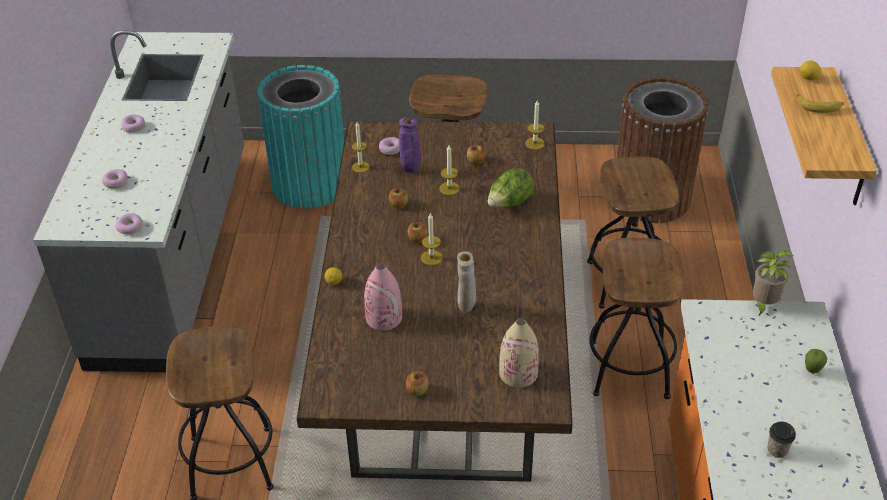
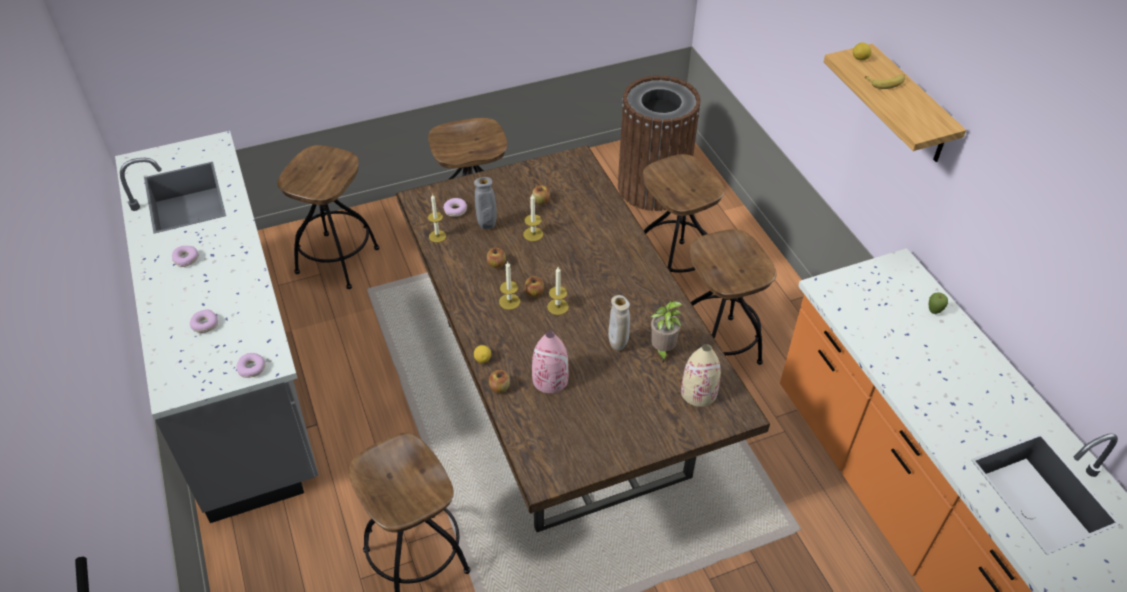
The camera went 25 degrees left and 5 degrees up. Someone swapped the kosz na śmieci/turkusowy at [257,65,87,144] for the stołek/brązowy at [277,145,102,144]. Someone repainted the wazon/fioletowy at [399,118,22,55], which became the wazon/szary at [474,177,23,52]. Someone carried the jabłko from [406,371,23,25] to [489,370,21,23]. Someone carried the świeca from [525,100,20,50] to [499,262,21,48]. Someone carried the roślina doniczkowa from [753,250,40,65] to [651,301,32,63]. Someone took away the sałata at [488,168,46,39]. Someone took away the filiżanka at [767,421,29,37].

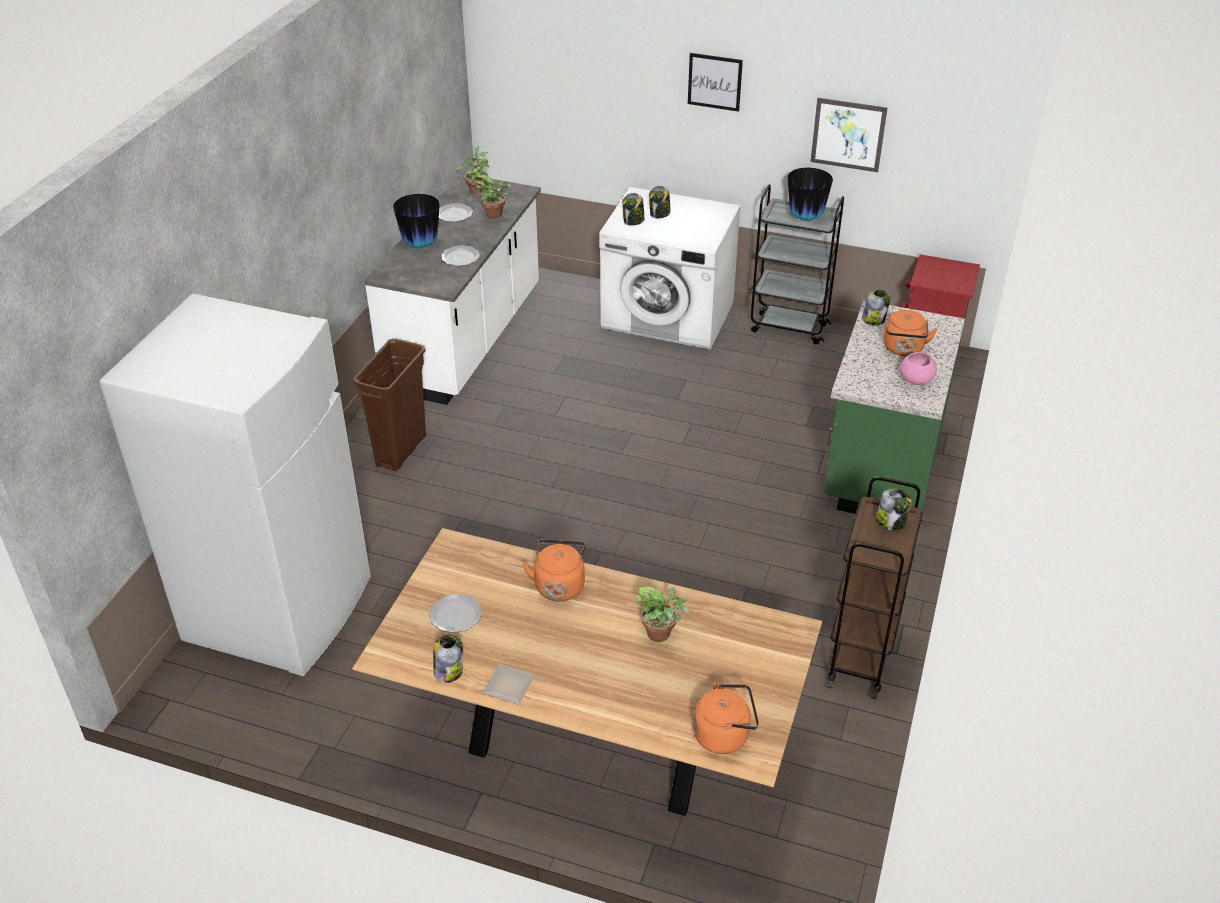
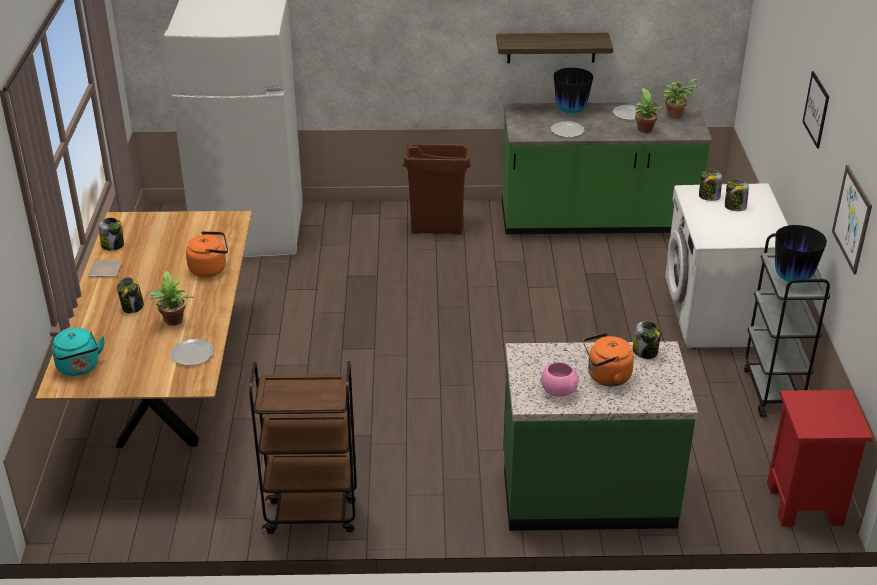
The camera went 70 degrees right and 5 degrees down. Someone repainted the czajnik/pomarańczowy at [693,682,66,72], which became the czajnik/turkusowy at [52,328,53,48]. Someone carried the słoik from [876,489,35,41] to [117,277,27,37]. Someone carried the talerz from [429,594,53,39] to [170,339,44,27]. Someone put up the półka at [496,33,117,30]. Someone repainted the zabudowa kuchenna/biały at [364,174,177,231], which became the zabudowa kuchenna/zielony at [502,102,210,132].

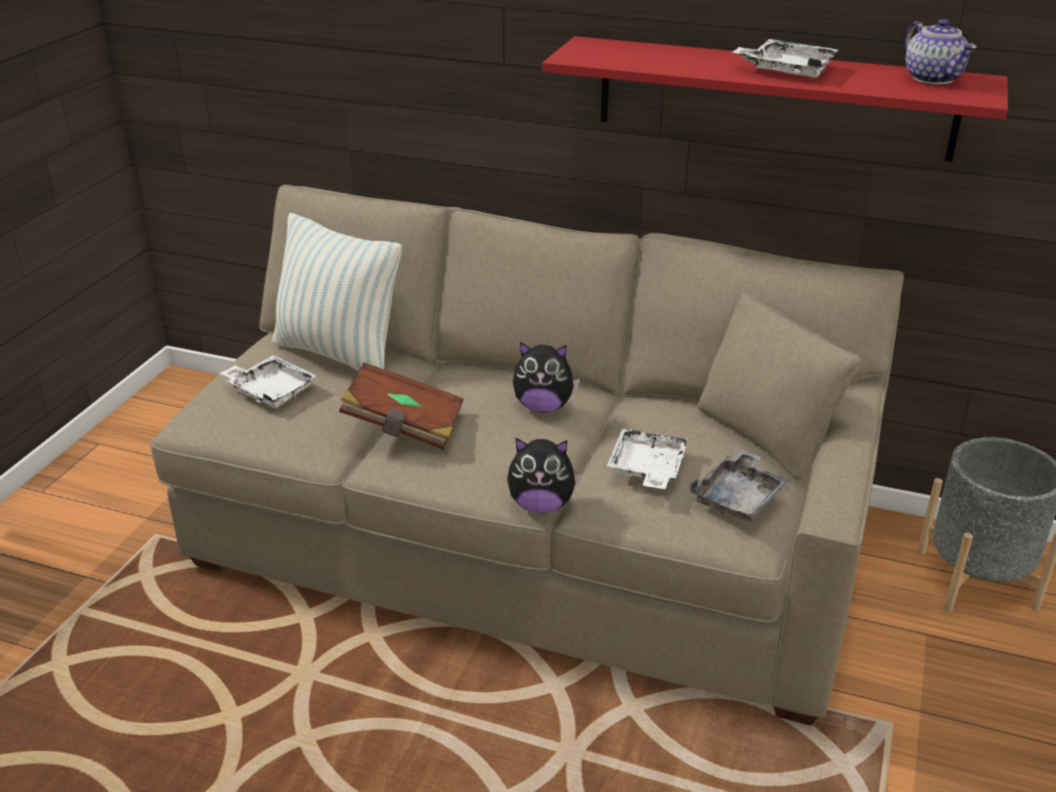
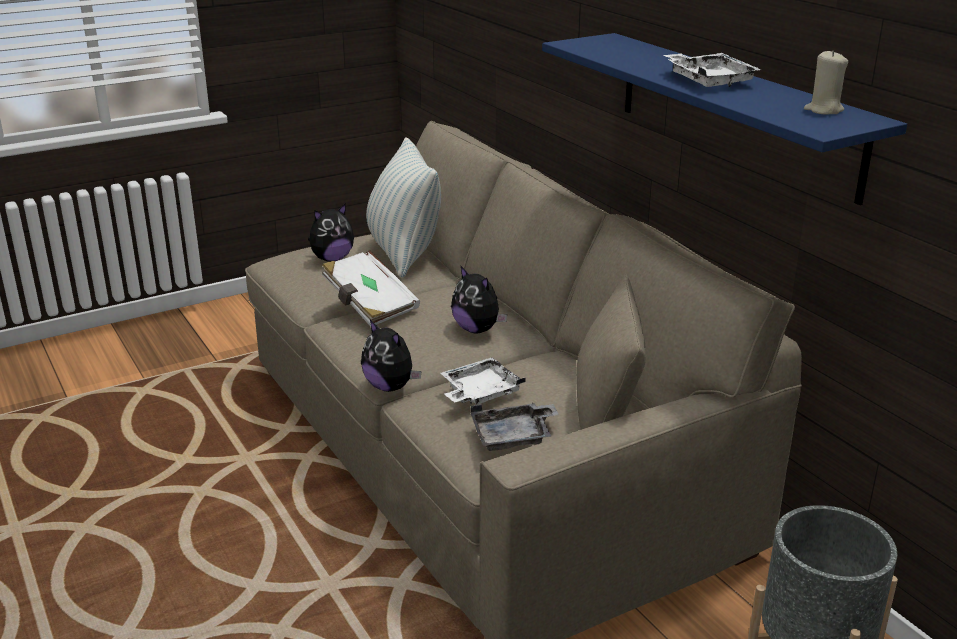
The camera went 40 degrees right and 5 degrees down. Someone swapped the taca/biały at [220,355,97,53] for the pluszak at [308,203,46,59]. Someone repainted the książka/brązowy at [339,362,125,88], which became the książka/biały at [322,250,98,77]. Someone repainted the półka/czerwony at [542,36,466,126], which became the półka/niebieski at [542,33,365,172]. Someone swapped the imbryk at [905,19,71,66] for the świeca/beżowy at [804,50,44,65].

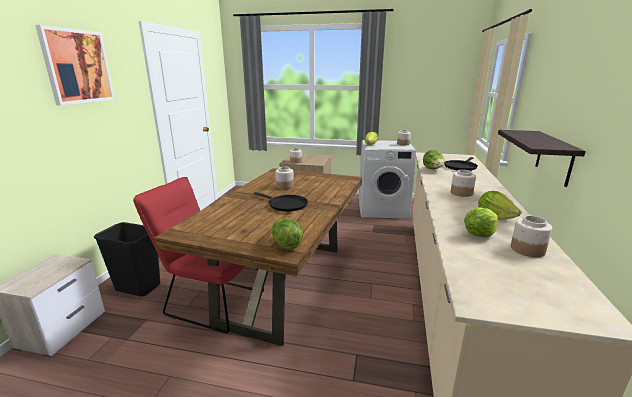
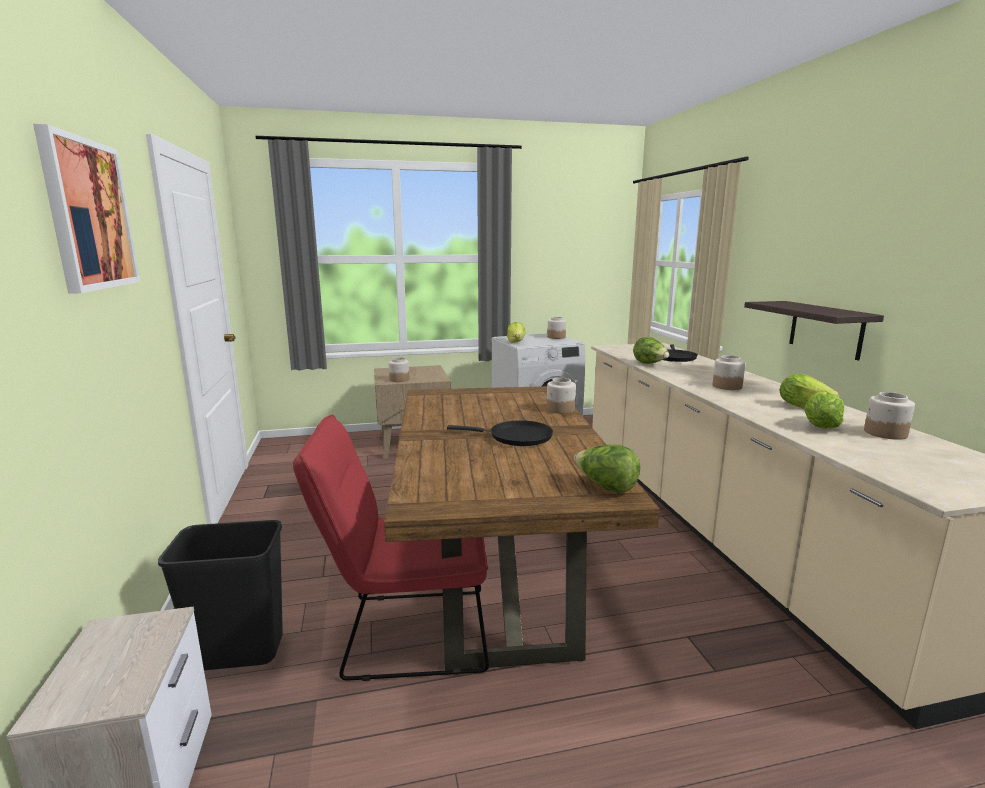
The camera went 25 degrees left and 5 degrees down. Someone carried the słoik from [275,167,19,22] to [547,378,29,36].

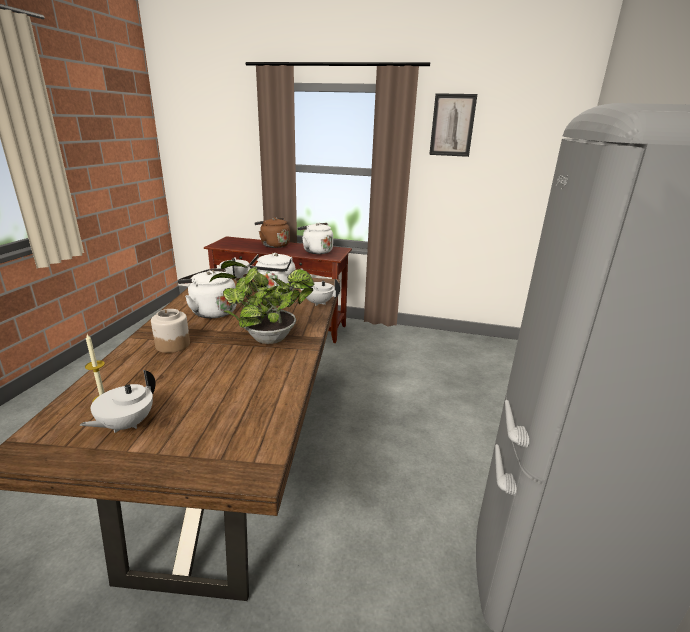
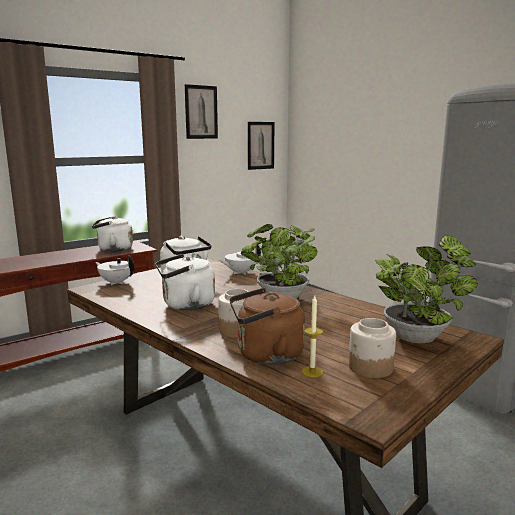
The camera went 50 degrees left and 10 degrees down. Someone carried the czajnik/brązowy from [255,217,35,31] to [230,288,75,77]. Someone put up the obraz at [248,122,26,48]. Someone swapped the imbryk/biały at [80,370,75,63] for the słoik at [349,318,47,60]. Someone put down the roślina doniczkowa at [375,235,103,108].

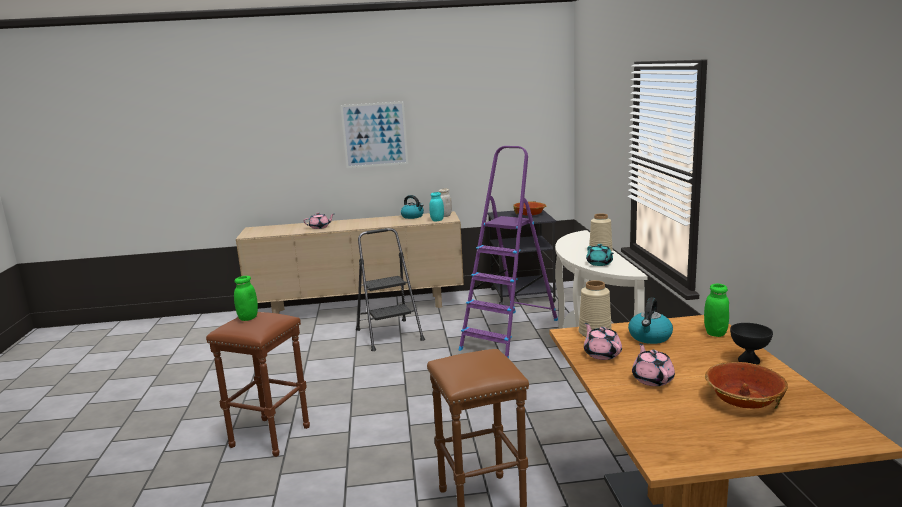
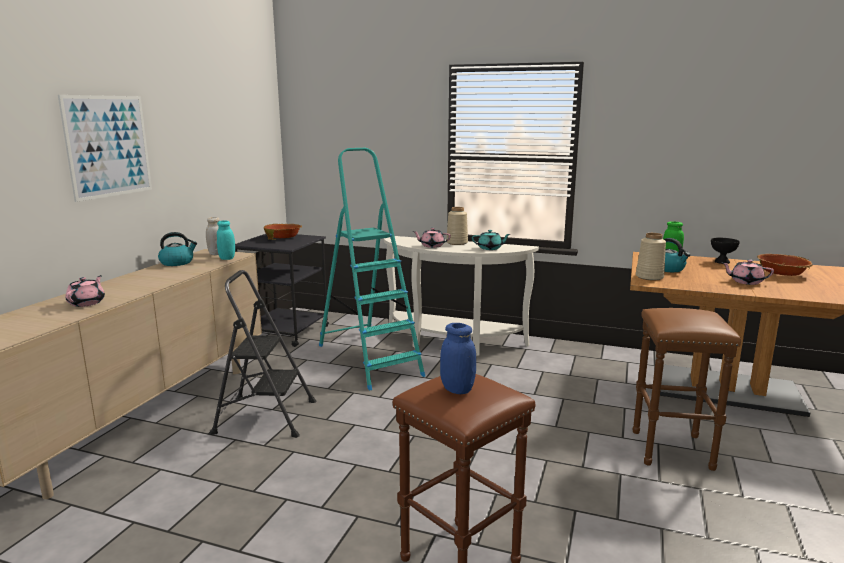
The camera went 65 degrees left and 0 degrees up. Someone repainted the drabinka/fioletowy at [459,146,99,213], which became the drabinka/turkusowy at [319,148,106,242]. Someone carried the imbryk/różowy from [584,323,38,37] to [412,228,39,20]. Someone repainted the słoik/zielony at [234,276,24,45], which became the słoik/niebieski at [440,323,36,71].

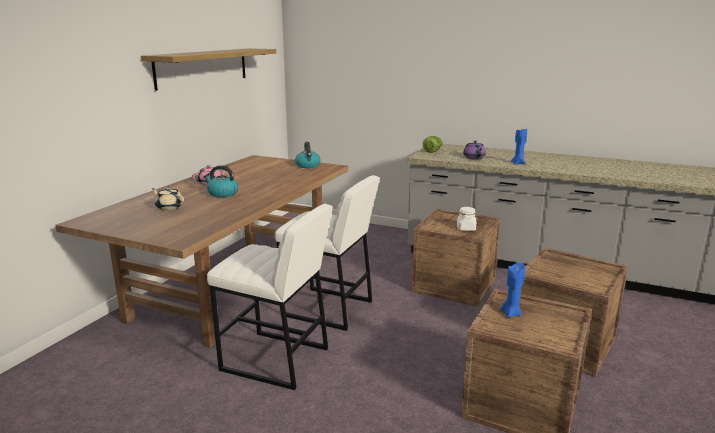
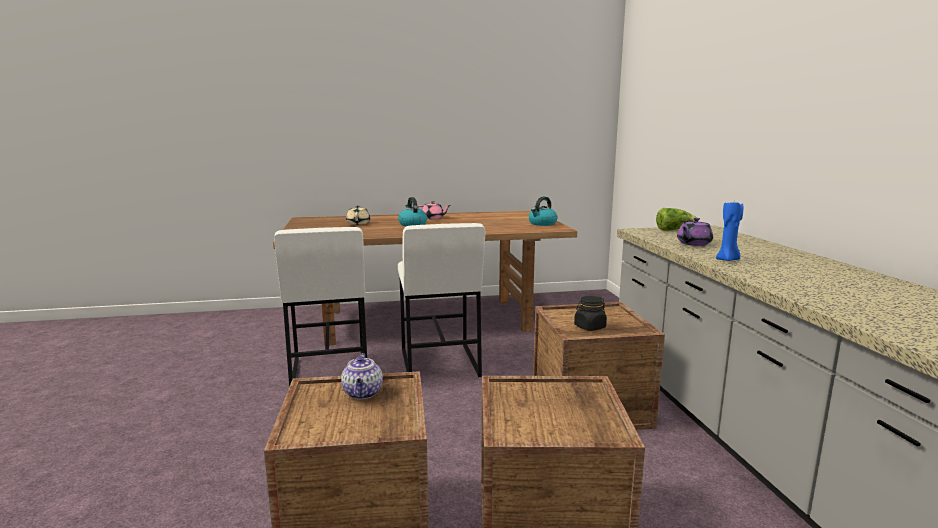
The camera went 55 degrees right and 5 degrees down. Someone swapped the świeca/niebieski at [500,262,25,56] for the imbryk at [341,353,42,46]. Someone repainted the słoik/biały at [457,207,19,24], which became the słoik/czarny at [574,296,33,35]. Someone took away the półka at [141,48,135,43].

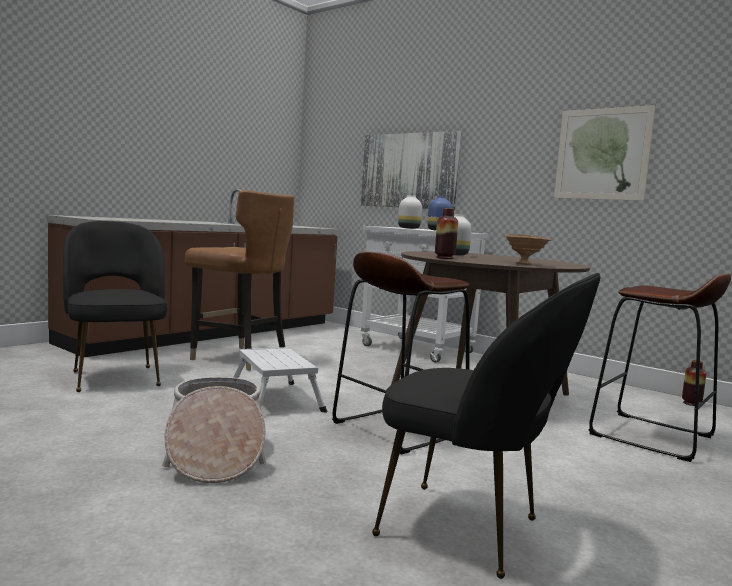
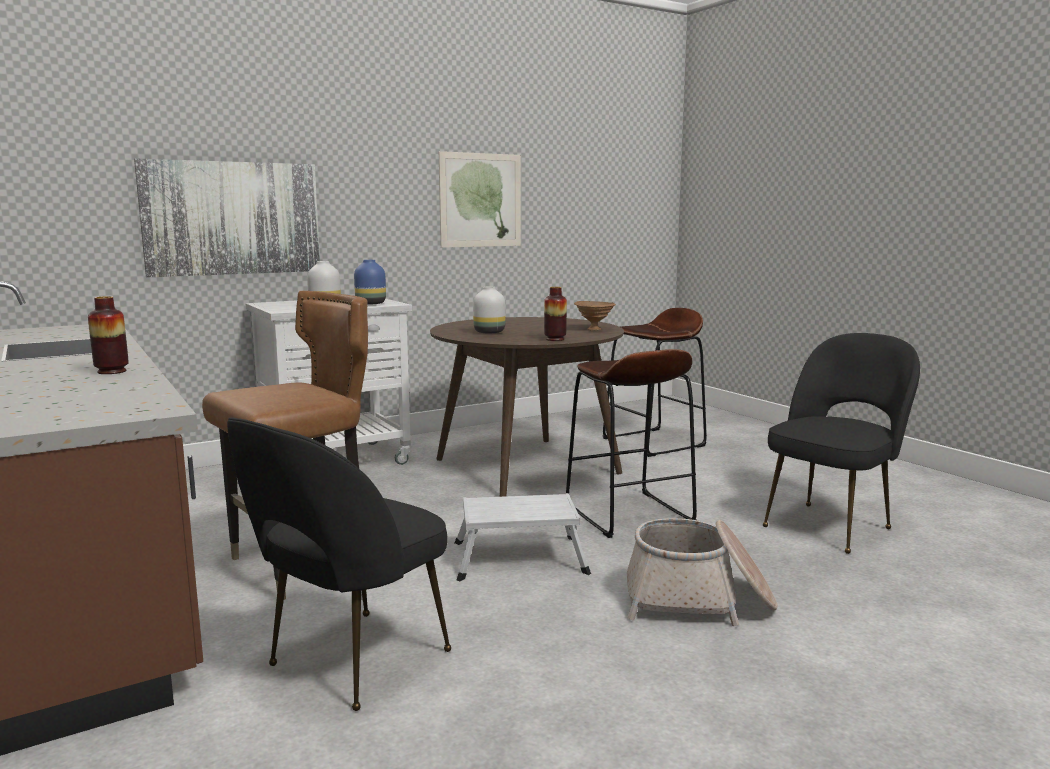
The camera went 70 degrees left and 5 degrees up. Someone carried the wazon from [682,360,25,46] to [88,296,41,78]. Someone rotated the krzesło/czarny at [63,221,104,171] by 45 degrees counterclockwise.

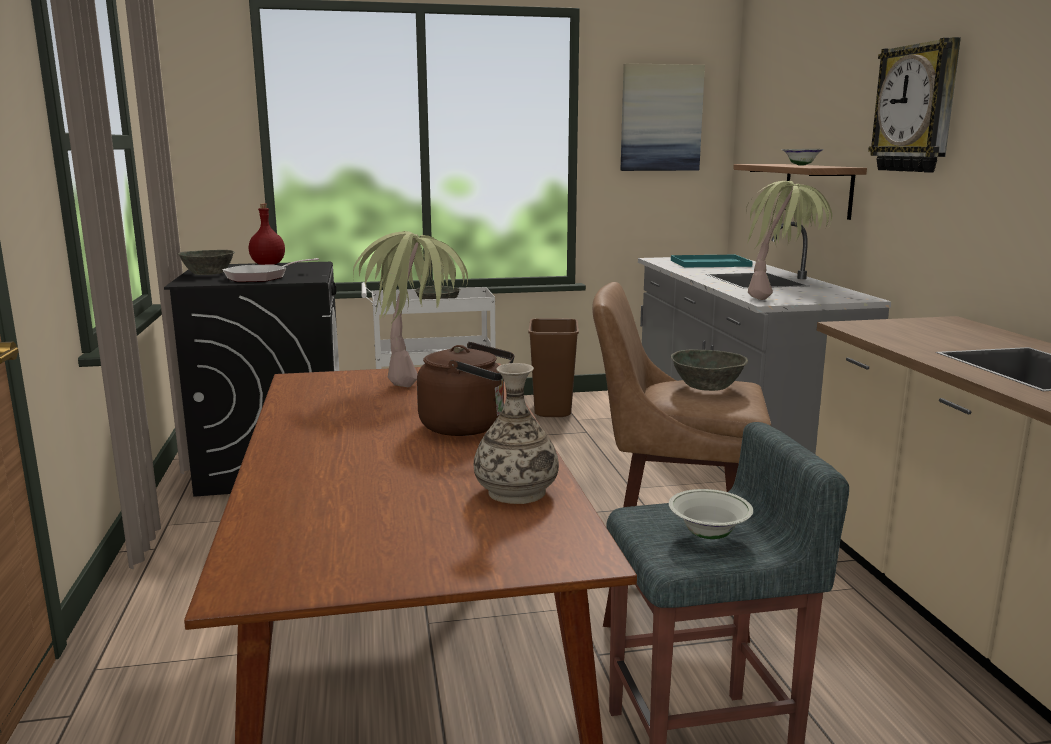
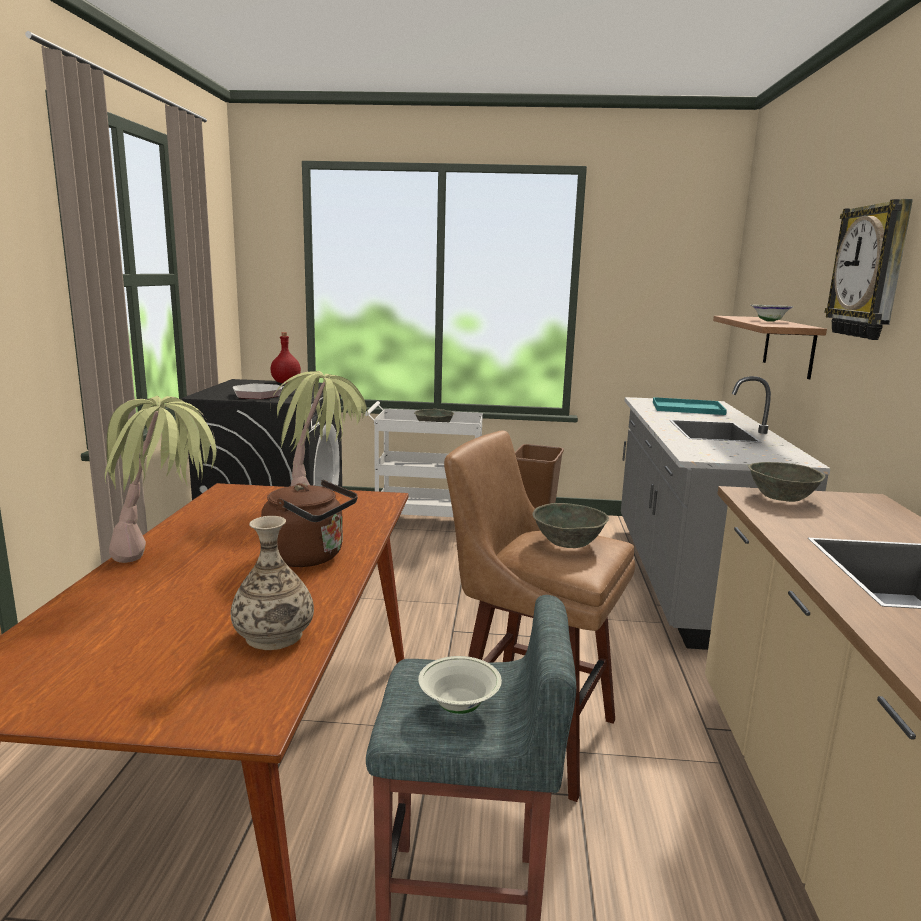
The camera went 15 degrees right and 0 degrees up. Someone carried the roślina doniczkowa from [746,181,86,119] to [105,396,111,167]. Someone carried the miska/szary from [178,250,57,25] to [748,462,78,40]. Someone took away the obraz at [620,63,85,108].

